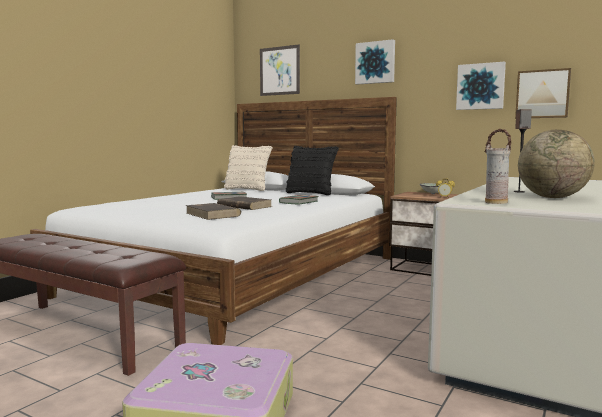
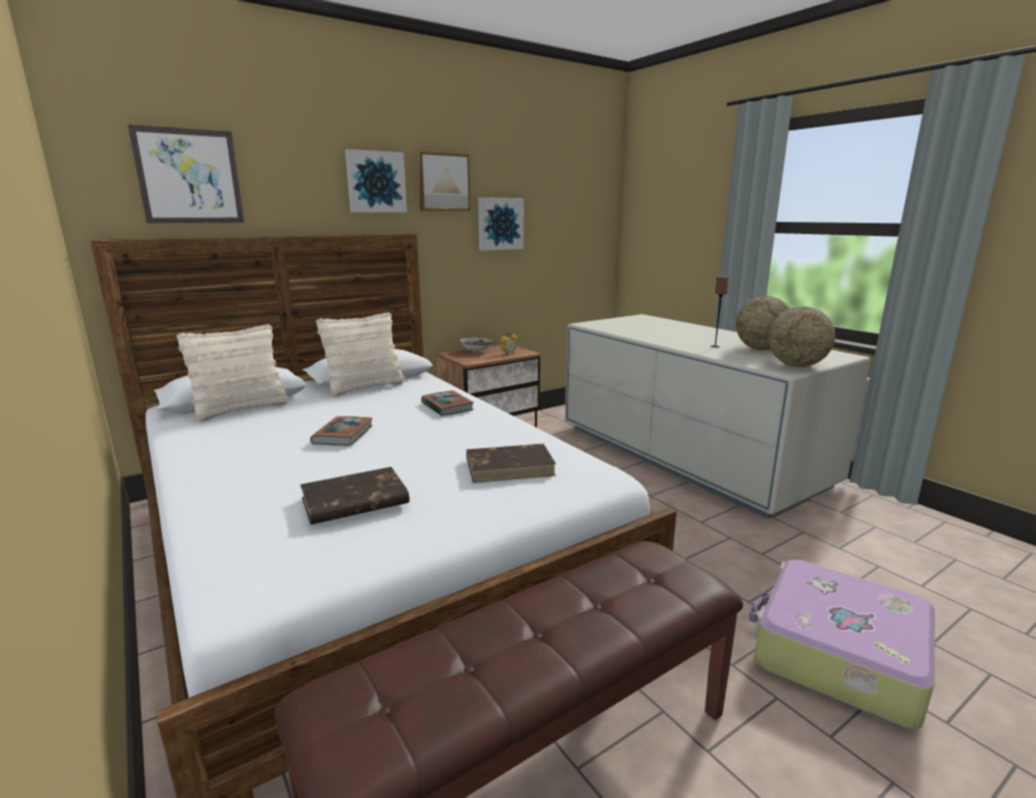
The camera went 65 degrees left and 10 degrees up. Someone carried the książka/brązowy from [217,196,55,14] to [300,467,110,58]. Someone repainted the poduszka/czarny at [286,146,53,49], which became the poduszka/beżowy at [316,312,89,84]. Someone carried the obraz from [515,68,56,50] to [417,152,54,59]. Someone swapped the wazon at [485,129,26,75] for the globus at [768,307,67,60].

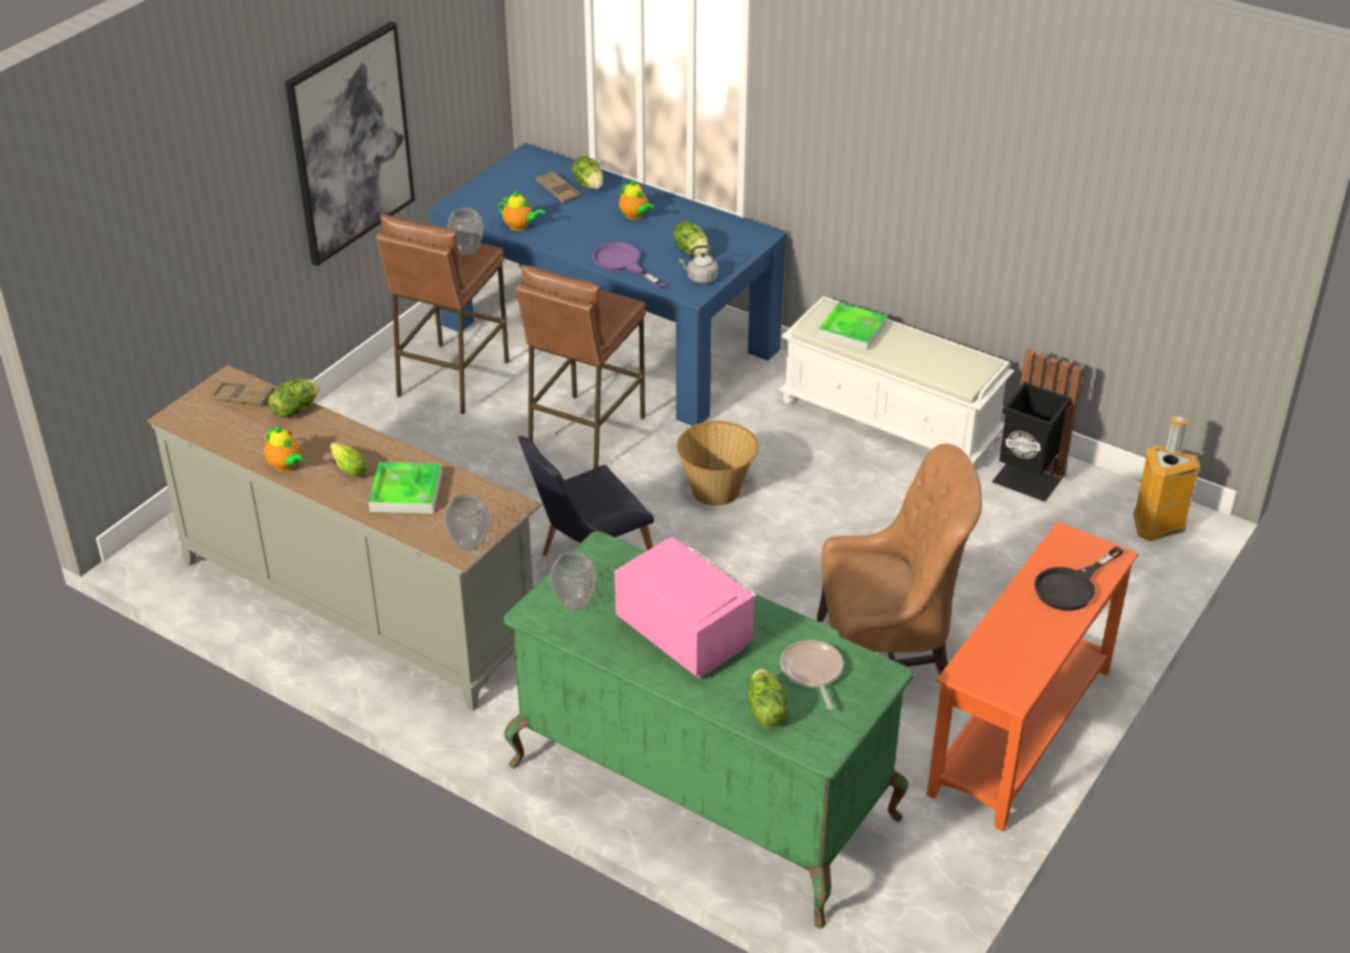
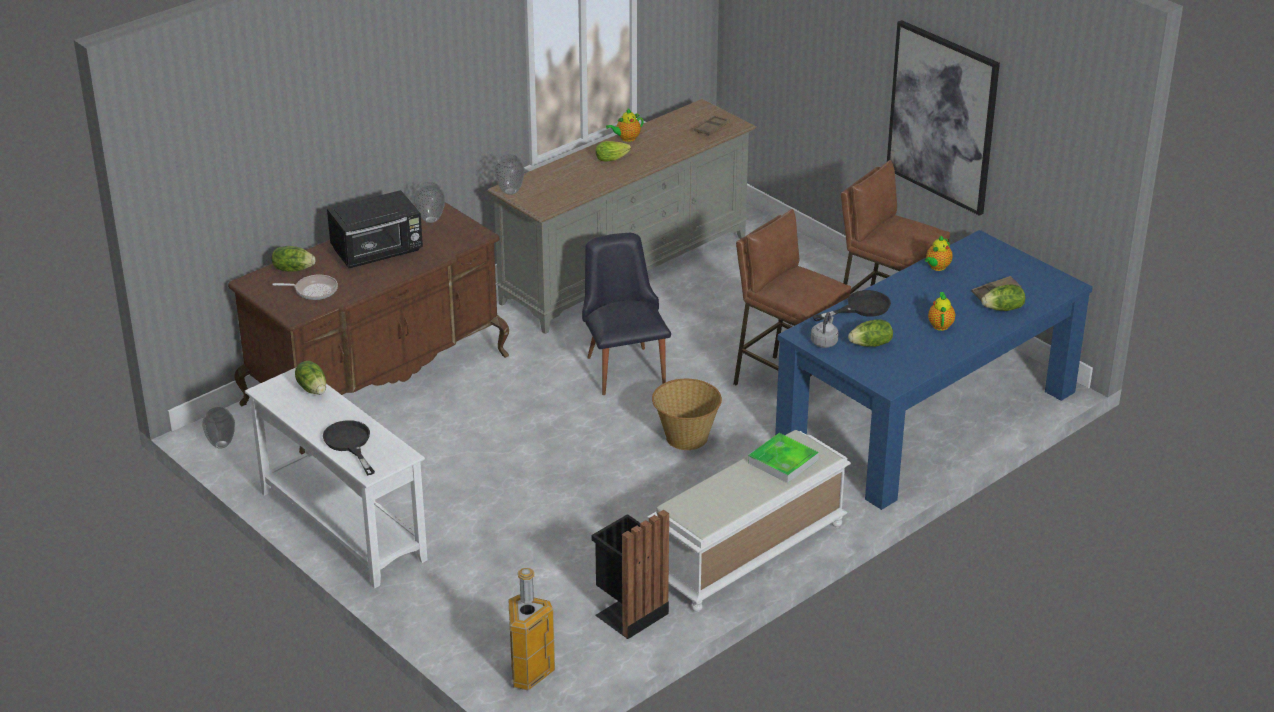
The camera went 105 degrees right and 5 degrees down. Someone carried the wazon from [447,207,37,48] to [202,407,33,41]. Someone repainted the komoda/zielony at [504,531,409,398], which became the komoda/brązowy at [228,202,281,252]. Someone repainted the stolik konsolowy/pomarańczowy at [927,521,211,311], which became the stolik konsolowy/biały at [245,368,183,221]. Someone carried the sałata from [268,379,52,39] to [295,361,31,34]. Someone repainted the mikrofalówka/różowy at [615,536,141,143], which became the mikrofalówka/czarny at [327,190,96,78]. Someone repainted the patelnia/fioletowy at [592,242,74,47], which became the patelnia/czarny at [812,290,79,32]. Someone rotated the imbryk at [619,180,35,40] by 120 degrees clockwise. Someone took away the taca at [369,462,73,52]. Someone took away the krzesło/brązowy at [817,444,165,231].

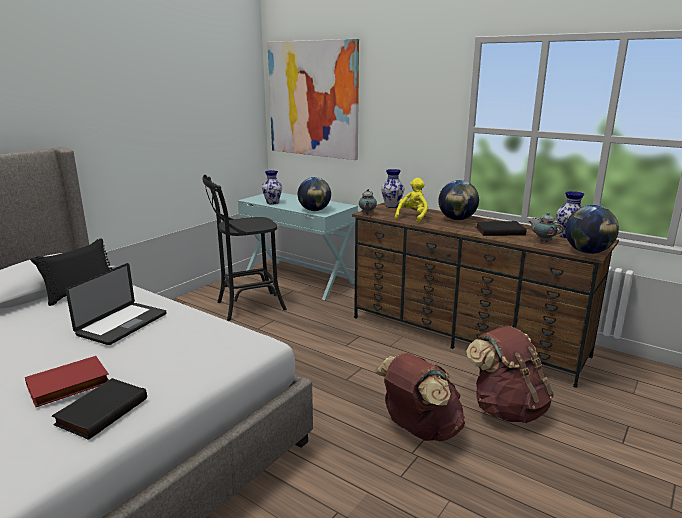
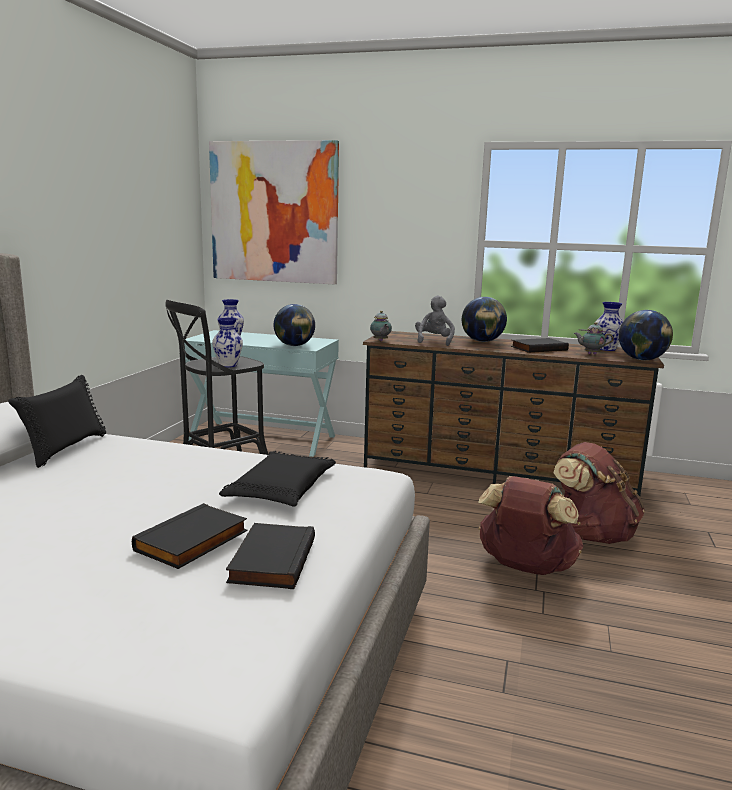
The camera went 20 degrees left and 5 degrees down. Someone repainted the książka/czerwony at [25,356,84,51], which became the książka/czarny at [132,503,115,66]. Someone carried the wazon from [381,169,23,39] to [212,318,31,50]. Someone put down the poduszka/czarny at [219,451,117,56]. Someone repainted the pluszak/żółty at [395,178,33,45], which became the pluszak/szary at [415,296,40,50]. Someone took away the laptop at [66,263,100,82].

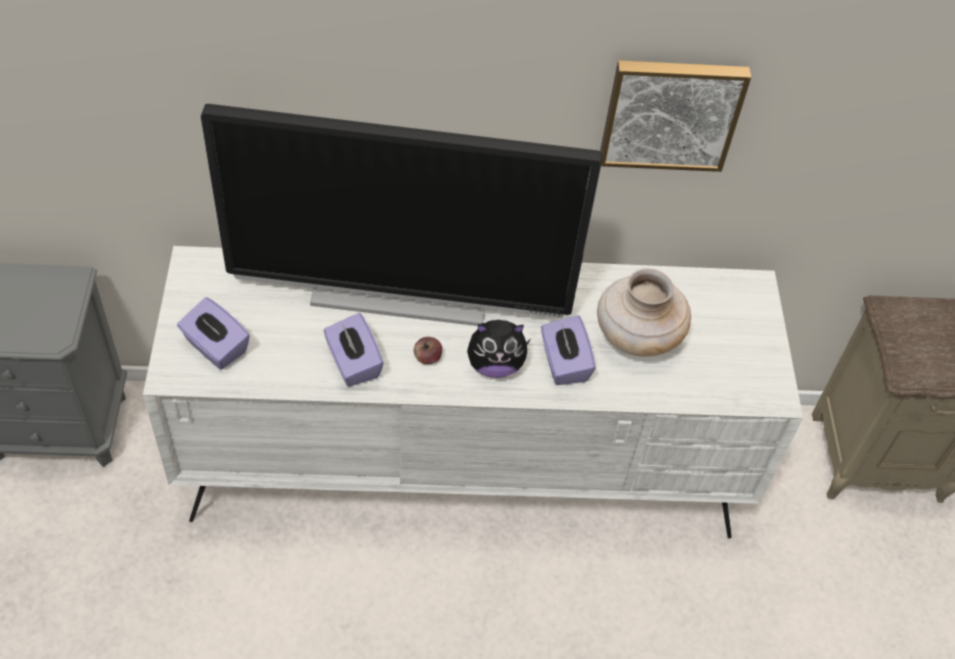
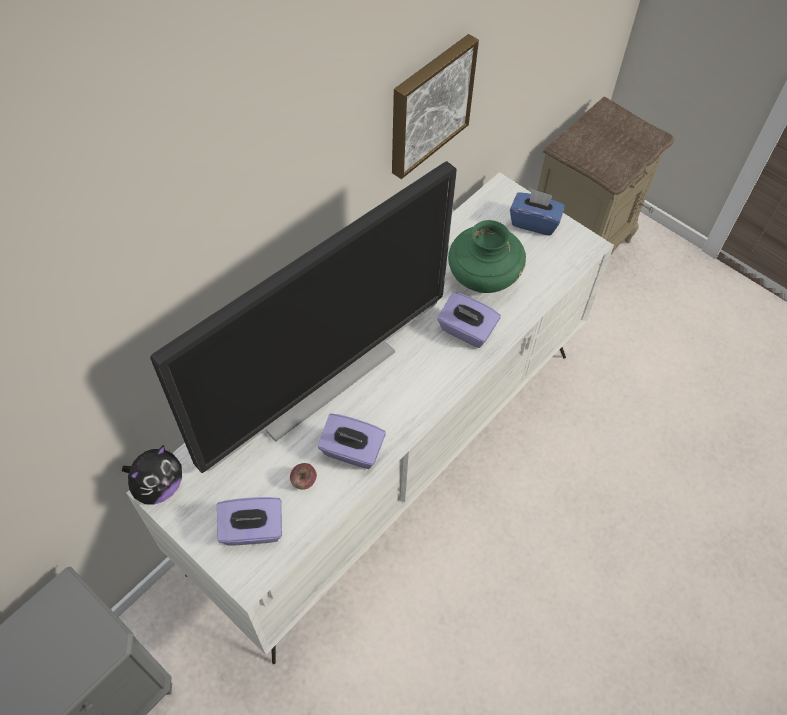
The camera went 45 degrees left and 5 degrees up. Someone carried the pluszak from [467,320,63,58] to [122,445,60,60]. Someone carried the jabłko from [414,337,28,27] to [290,463,27,27]. Someone repainted the wazon/beżowy at [597,268,94,89], which became the wazon/zielony at [448,220,78,73]. Someone put down the pudełko chusteczek/niebieski at [510,189,55,47].

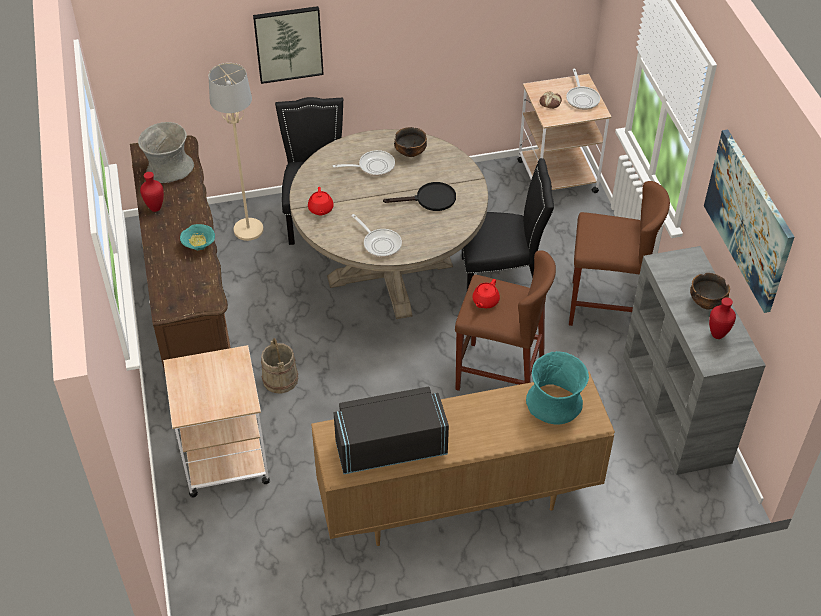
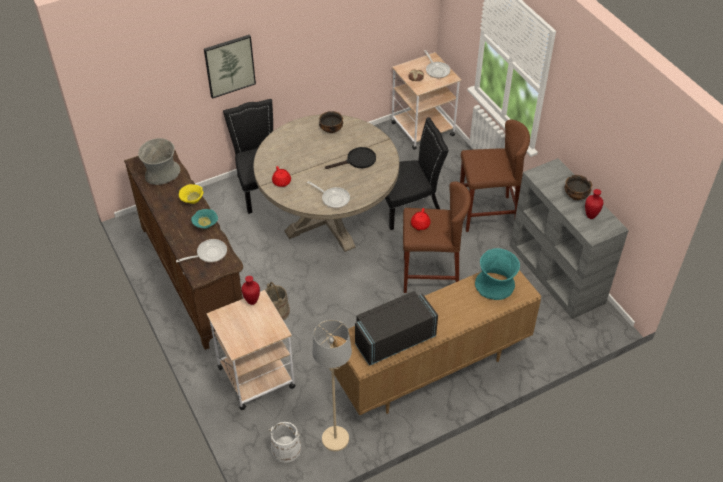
The camera went 15 degrees left and 0 degrees up. Someone carried the patelnia from [333,150,62,26] to [176,239,51,24]. Someone put down the miska/żółty at [179,184,24,20]. Someone carried the wazon/czerwony from [140,172,24,40] to [241,276,19,29]. Someone put down the wiadro/biały at [269,422,32,41]. Someone carried the lampa stojąca/beżowy from [209,63,55,178] to [312,320,40,131]. Someone took away the obraz at [704,129,90,184].

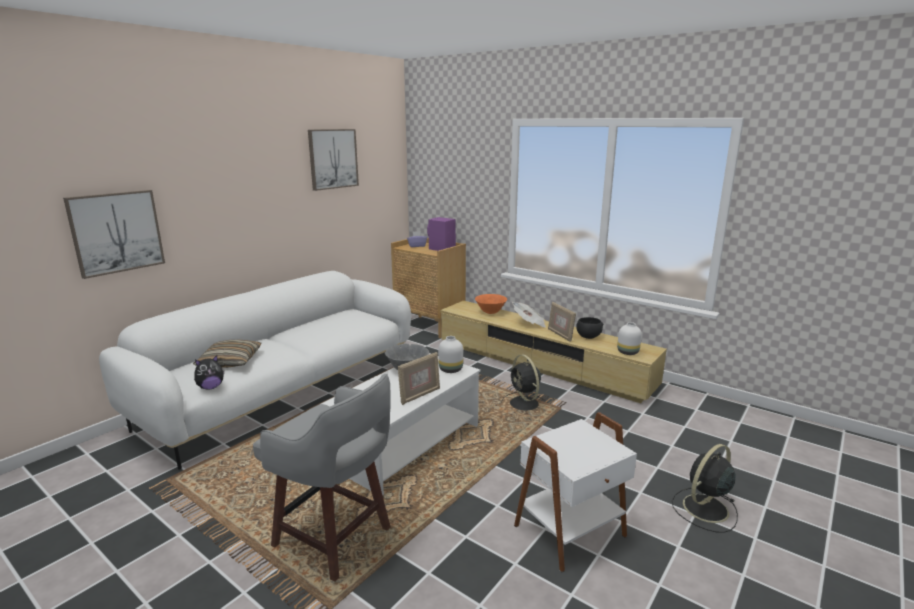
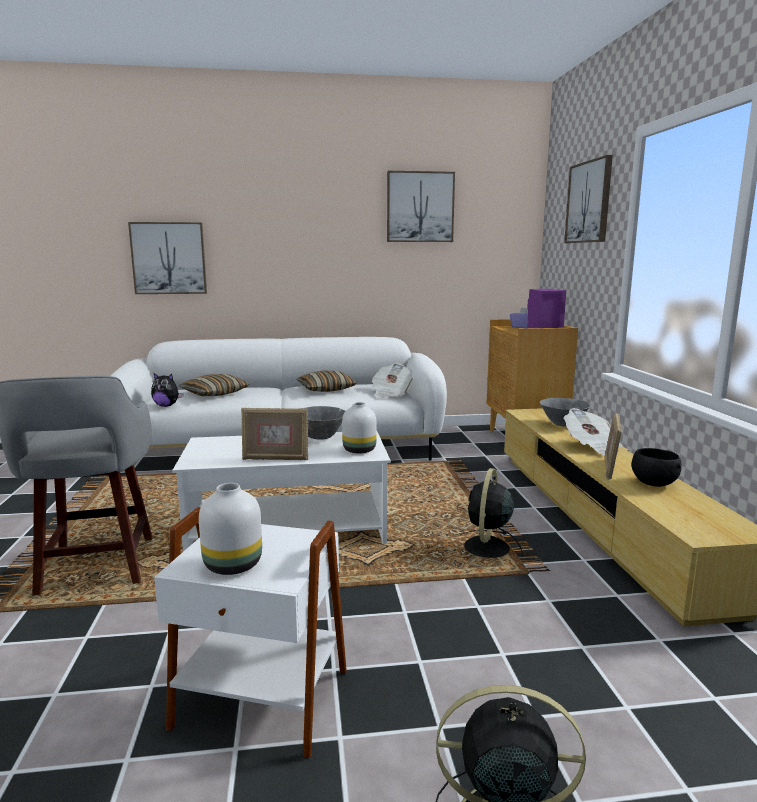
The camera went 45 degrees right and 5 degrees down. Someone carried the wazon/biały from [617,322,25,33] to [199,483,63,92]. Someone put down the poduszka at [296,371,61,21]. Someone put down the gazeta at [371,364,42,34]. Someone repainted the miska/pomarańczowy at [475,294,32,20], which became the miska/szary at [540,398,51,29]. Someone put up the obraz at [564,155,49,88].

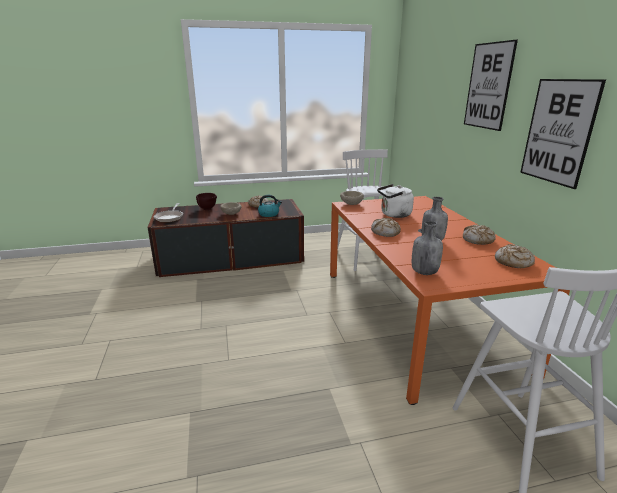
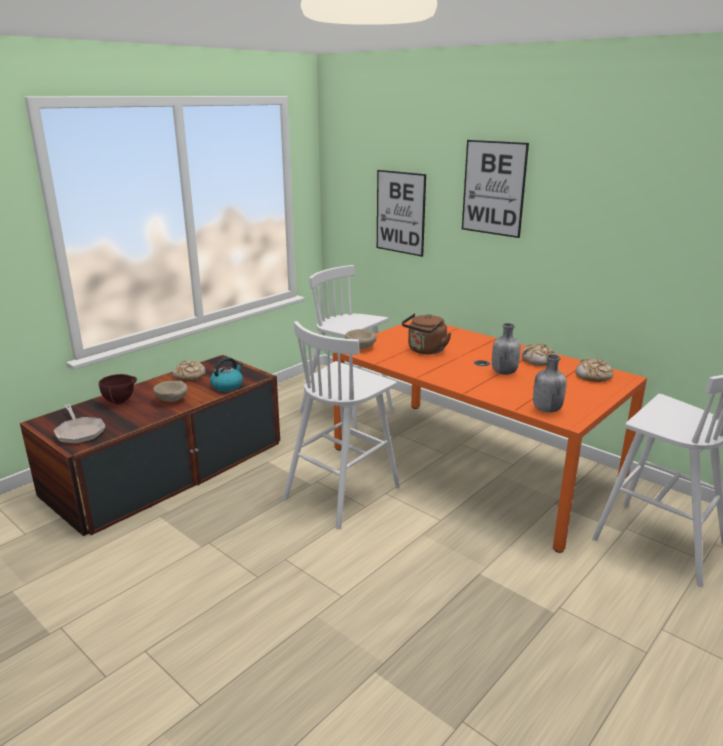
The camera went 35 degrees left and 0 degrees up. Someone put down the stołek/biały at [283,321,117,208]. Someone carried the obraz from [520,79,86,110] to [377,170,49,87]. Someone repainted the czajnik/biały at [377,184,37,34], which became the czajnik/brązowy at [402,314,50,40]. Someone took away the chleb at [371,218,30,19].

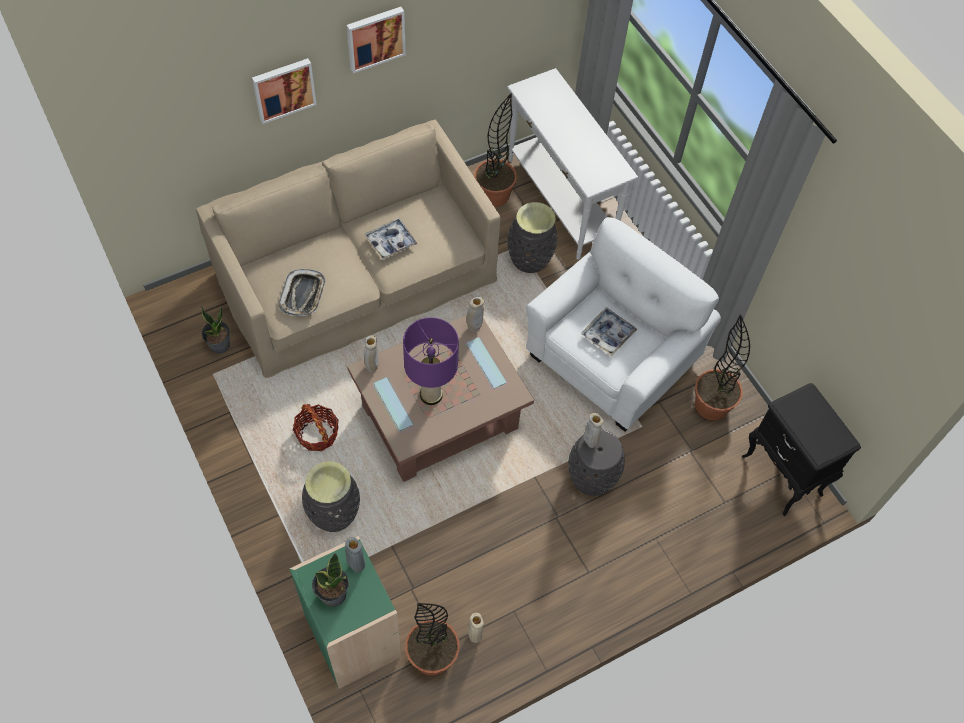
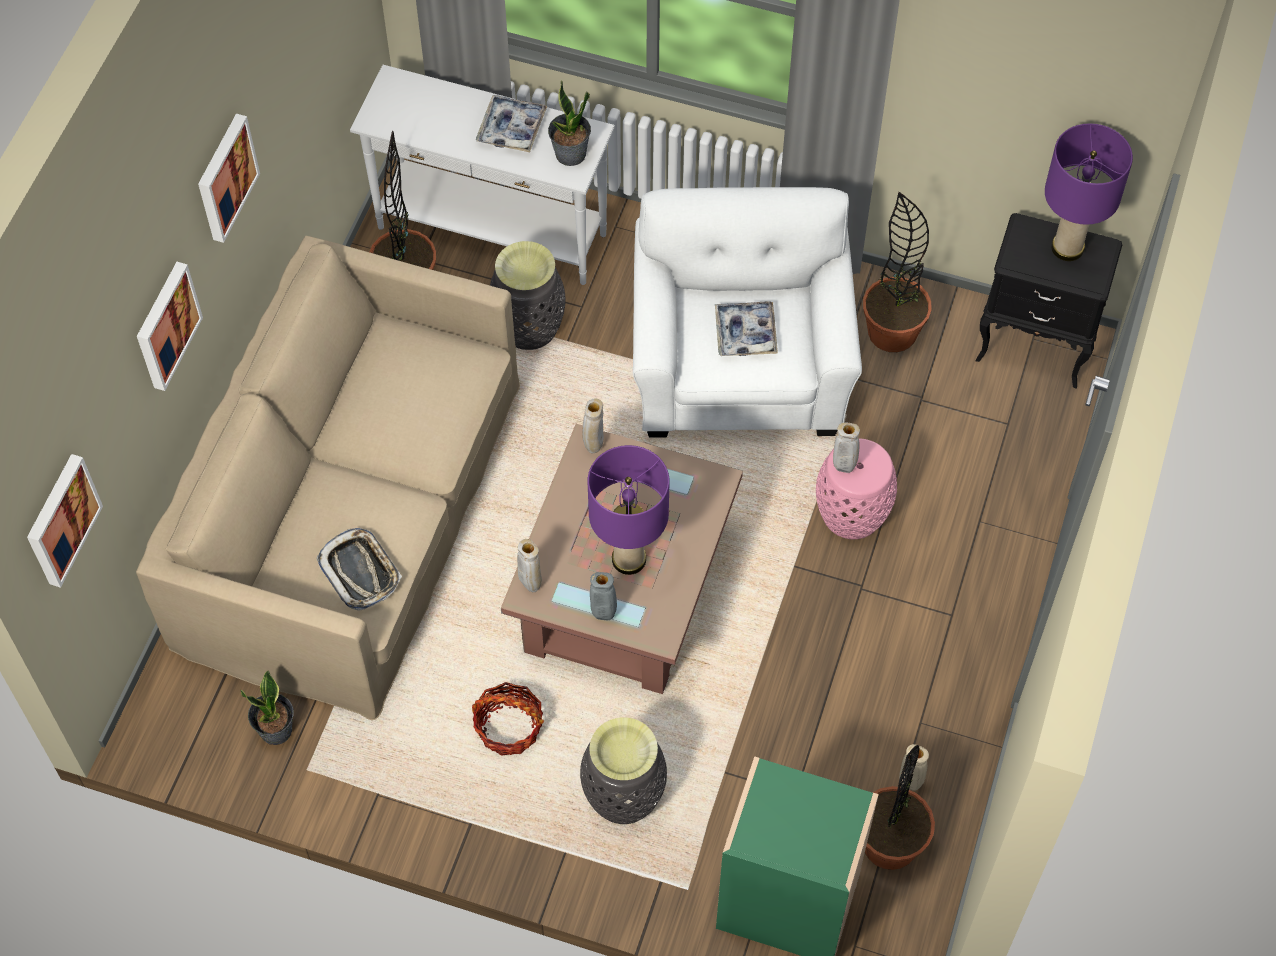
The camera went 40 degrees left and 0 degrees up. Someone put up the obraz at [27,454,76,134]. Someone carried the taca from [364,218,54,42] to [476,95,72,57]. Someone carried the roślina doniczkowa from [312,553,37,54] to [548,80,43,86]. Someone carried the wazon/szary from [345,537,20,36] to [590,572,27,48]. Someone repainted the stołek/szary at [568,430,57,66], which became the stołek/różowy at [816,438,81,101]. Someone put down the lampa stołowa/fioletowy at [1045,123,88,138].

